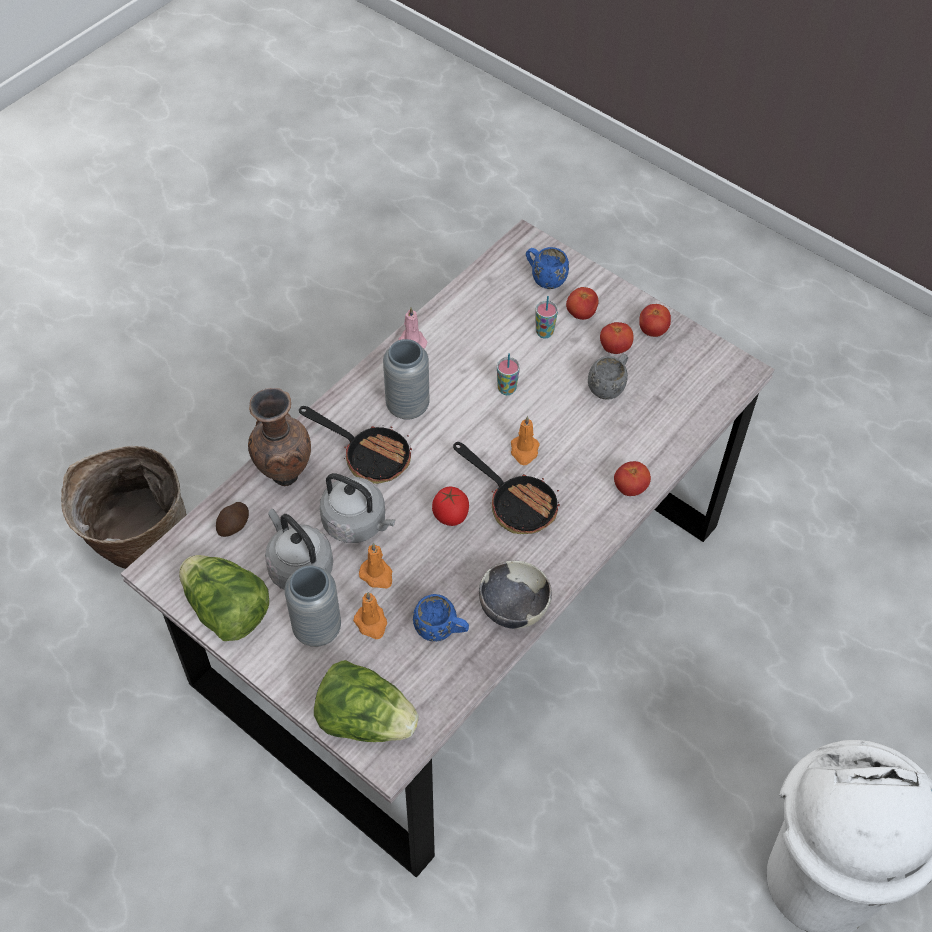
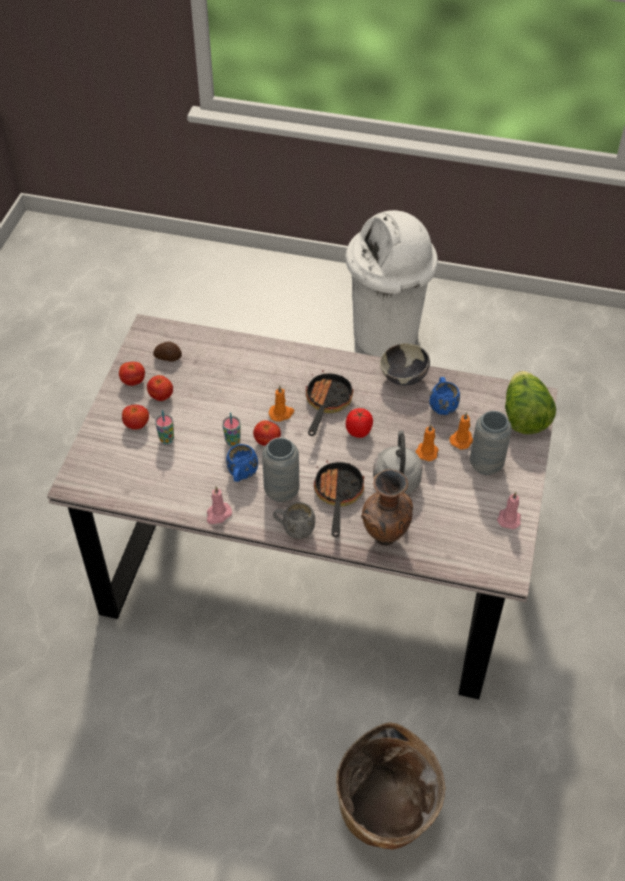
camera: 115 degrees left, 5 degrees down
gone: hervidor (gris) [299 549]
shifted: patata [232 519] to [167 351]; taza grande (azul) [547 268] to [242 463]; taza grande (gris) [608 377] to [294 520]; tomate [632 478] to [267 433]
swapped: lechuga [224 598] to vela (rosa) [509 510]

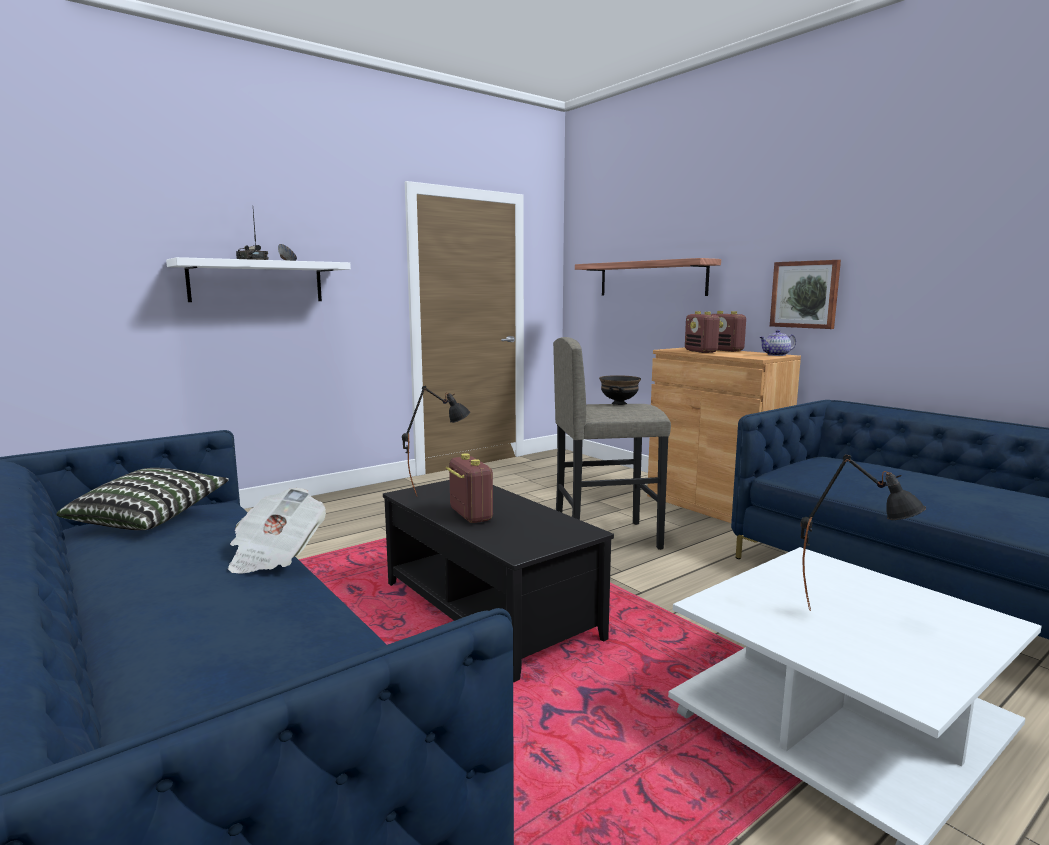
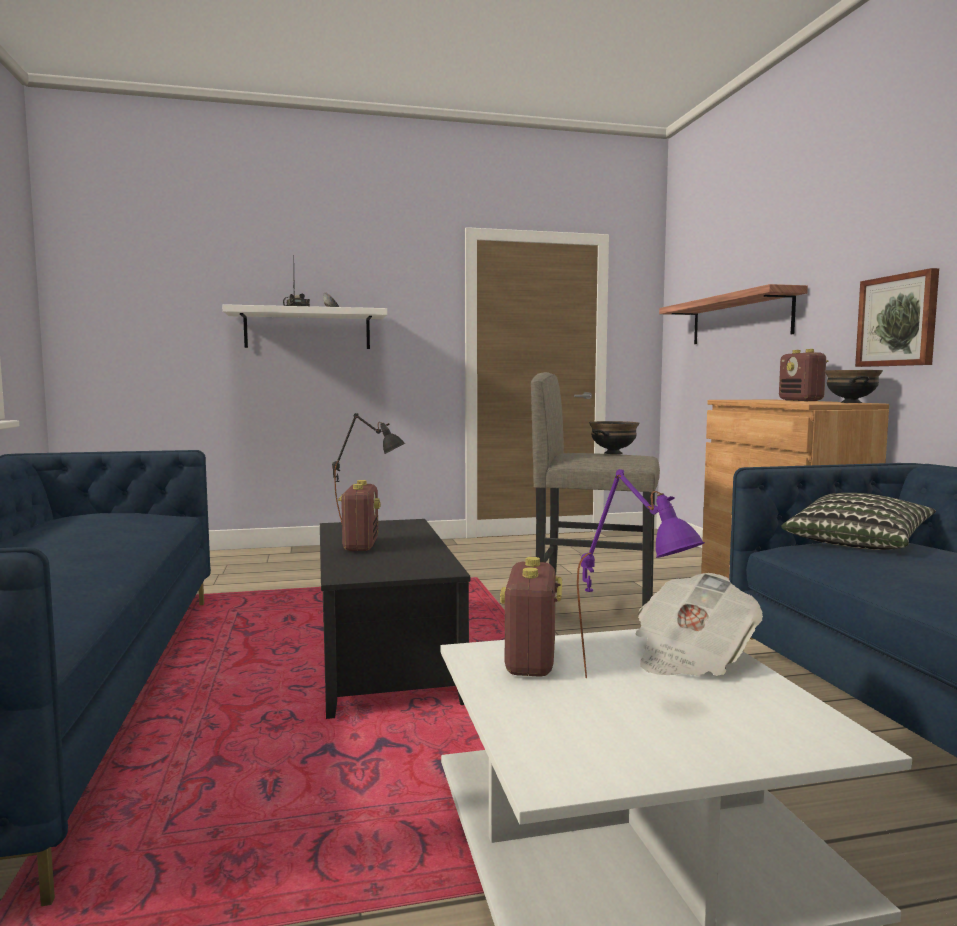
camera: 25 degrees right, 5 degrees down
shifted: cojín [142 499] to [859 521]; periódico [277 531] to [699 624]; radio [703 332] to [531 617]
swapped: tetera [777 343] to cuenco (negro) [854 386]
repainted: lámpara de mesa (negro) [863 533] to lámpara de mesa (morado) [641 573]

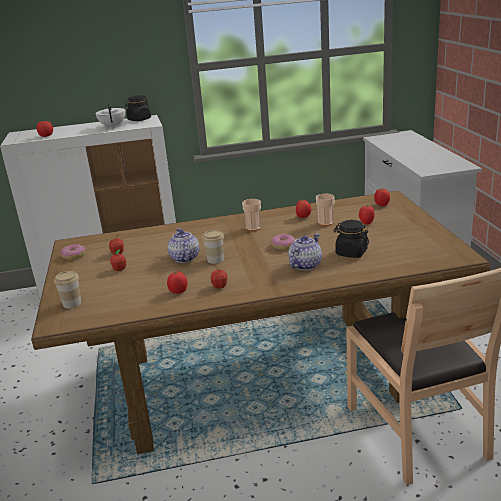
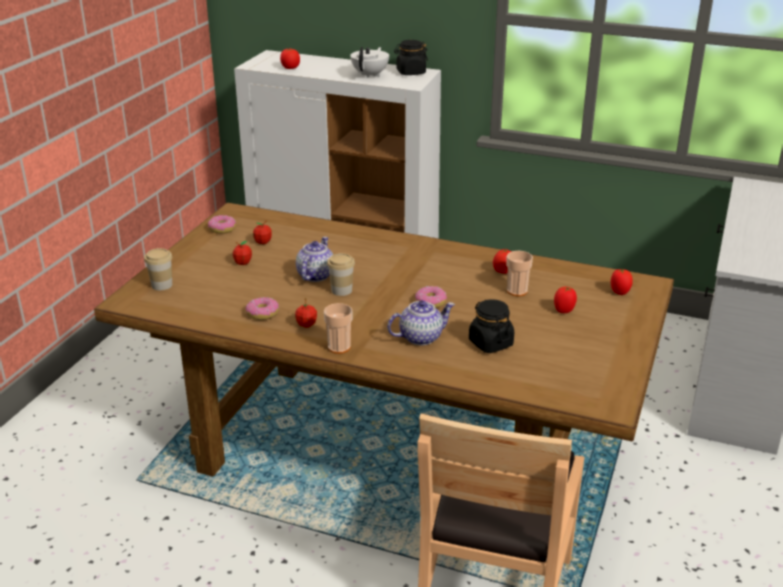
camera: 30 degrees right, 5 degrees up
shifted: taza [251 215] to [338 328]
swapped: tomate [177 282] to rosquilla [262 308]

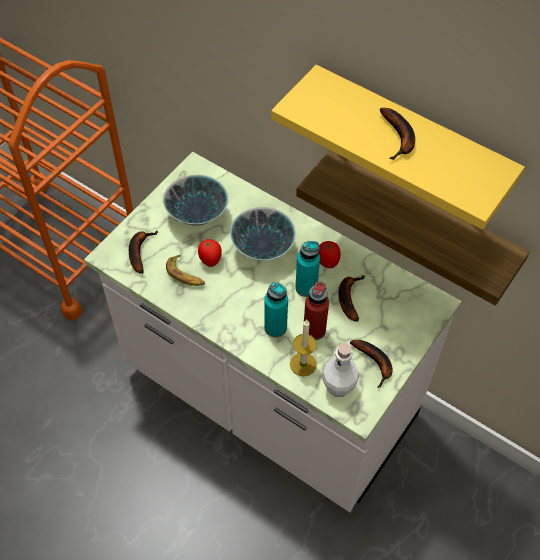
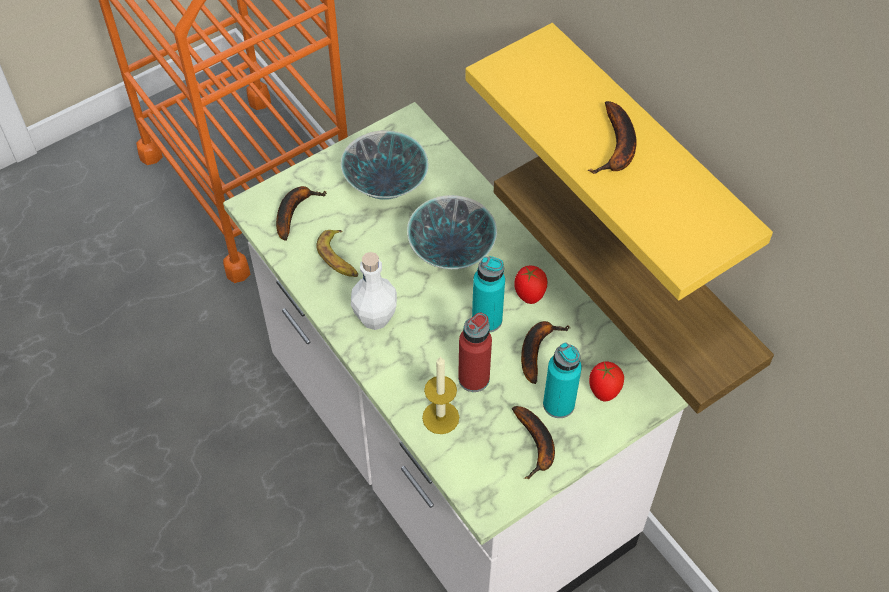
camera: 20 degrees right, 0 degrees up
shifted: tomate [210 253] to [606 382]; botella (turquesa) [276 309] to [562 380]; botella (blanco) [340 370] to [374 291]

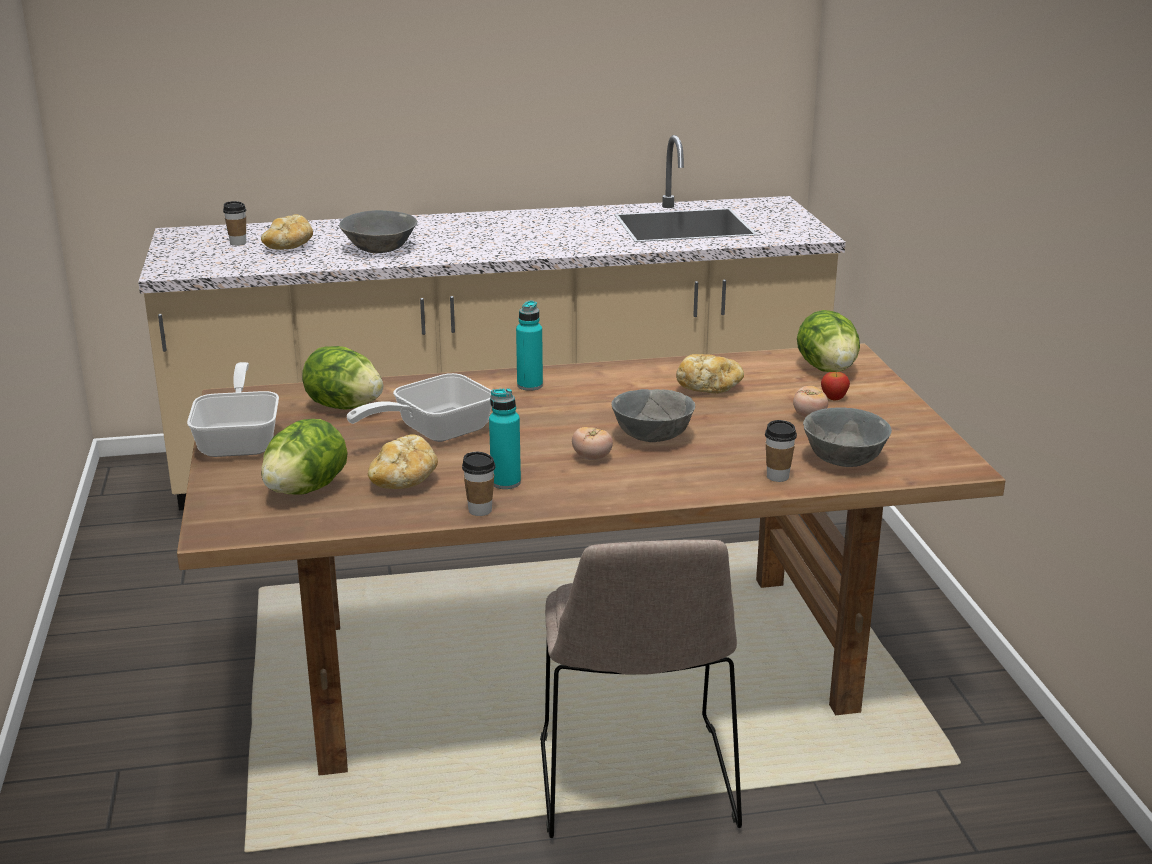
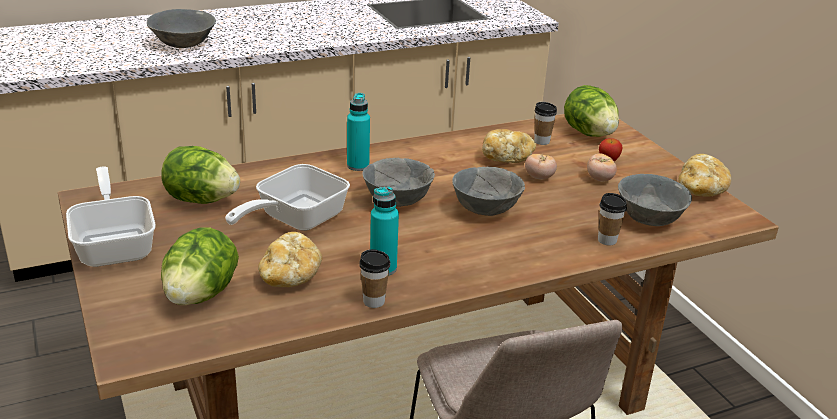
camera: 15 degrees left, 5 degrees up
new: cuenco (gris) [398 182]
shifted: taza [234 223] to [545 123]; pan [287 232] to [704 175]; tomate [592 443] to [541 167]

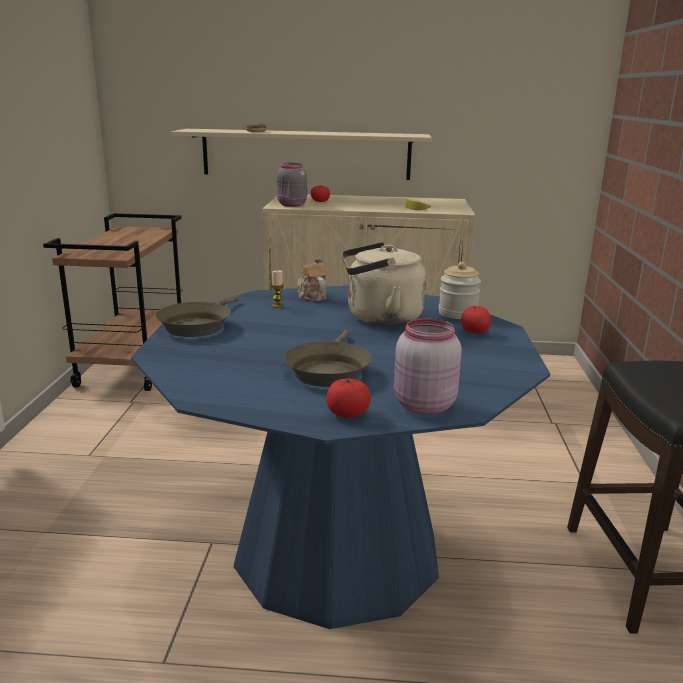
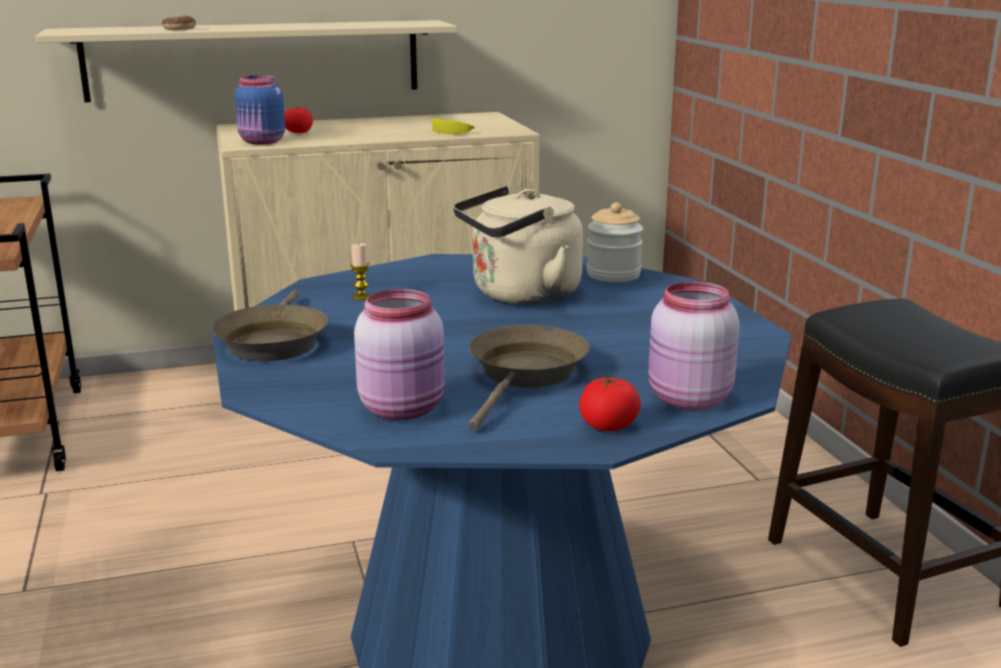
camera: 20 degrees left, 0 degrees up
gone: tetera [312 278]; tomate [476 319]
new: tarro (rosa) [399 354]
repainted: tarro (gris) [292 185] to tarro (azul) [260 109]
rotated: sartén (marrón) [328 358] = [529 377] 150 degrees counterclockwise

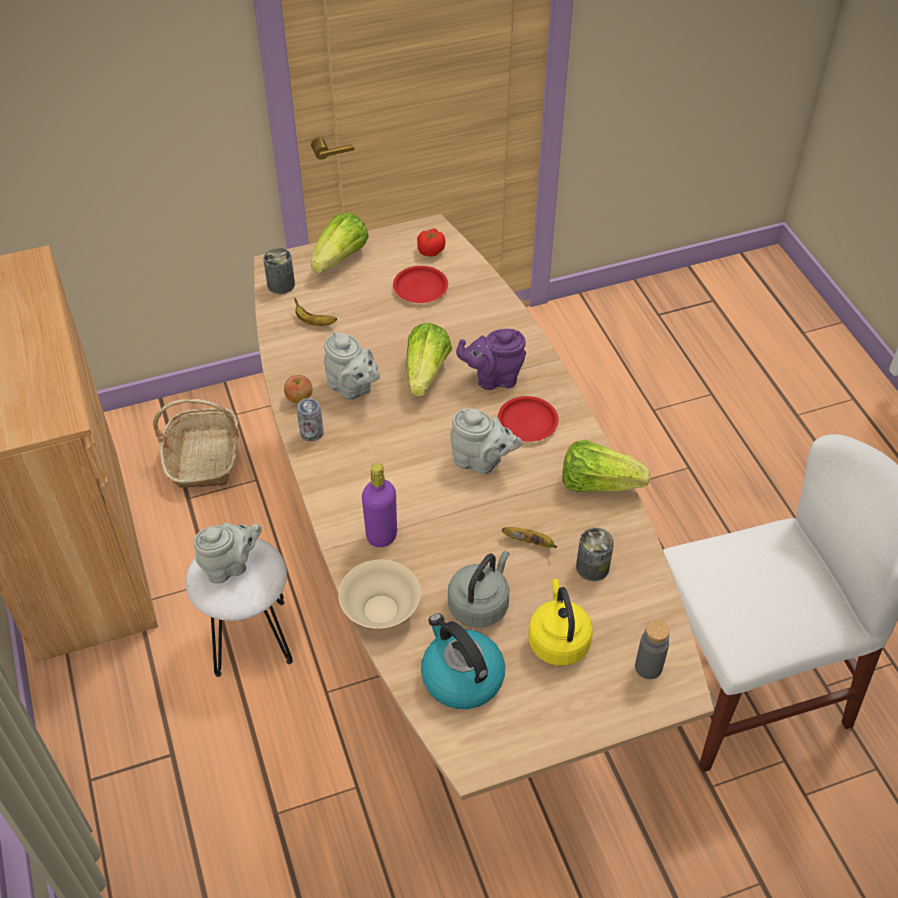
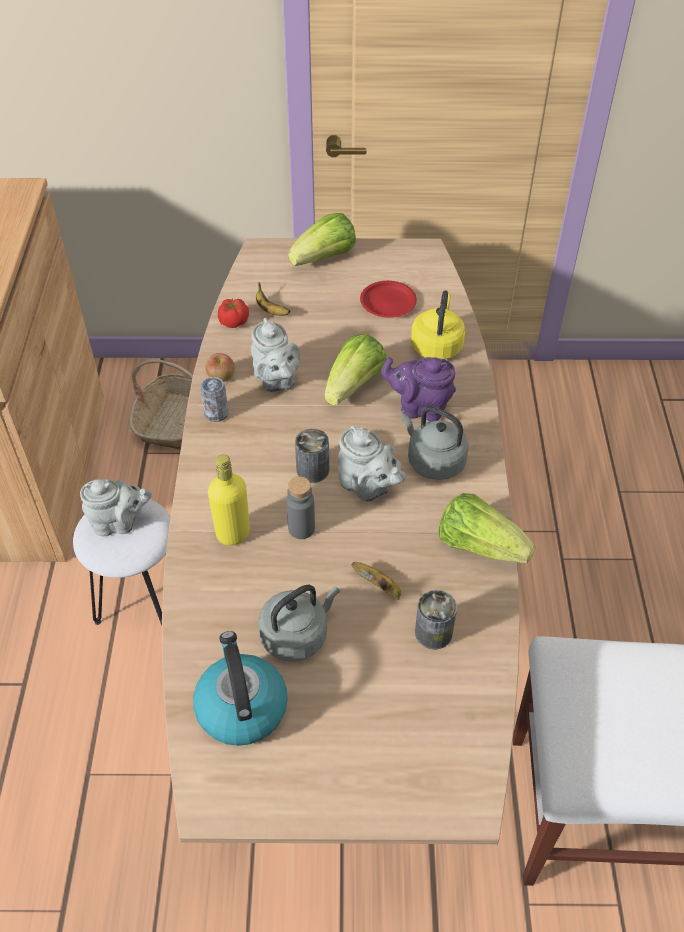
camera: 20 degrees right, 0 degrees up
gone: cuenco (beis) [380 594]
shifted: lata [279 271] to [312 455]; tomate [431 242] to [233 313]; hervidor (amarillo) [560 622] to [438 325]; botella (gris) [652 649] to [300 508]
swapped: plato (rojo) [528 419] to hervidor (gris) [434 443]
repainted: botella (morado) [379 505] to botella (amarillo) [229 500]

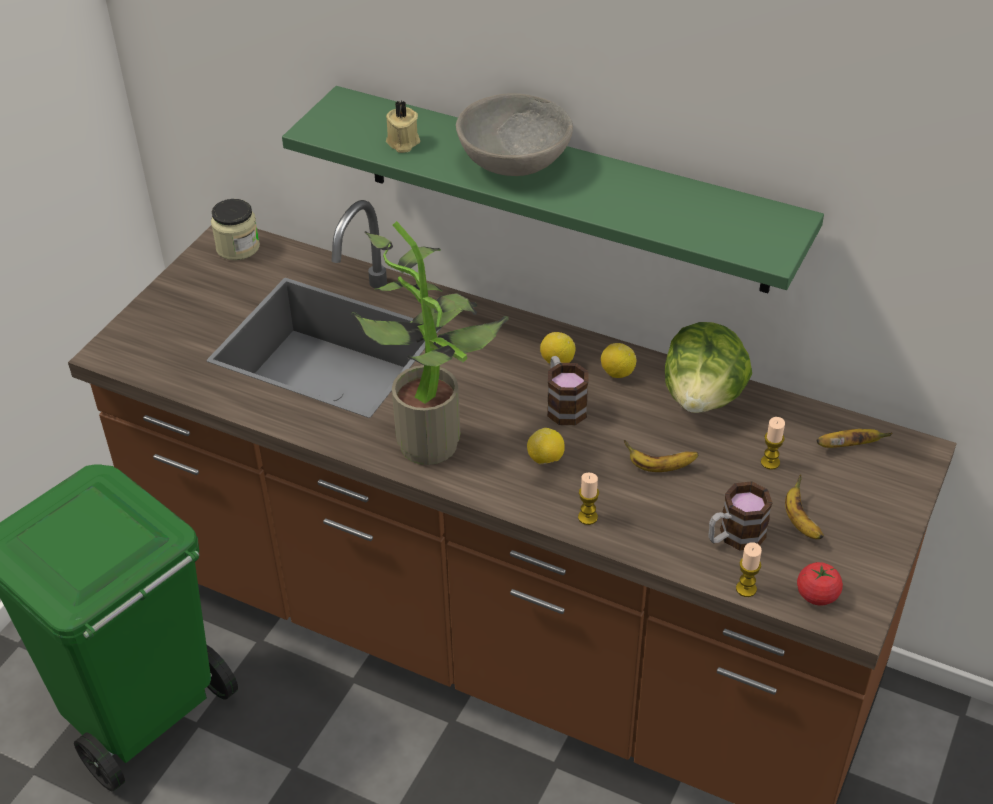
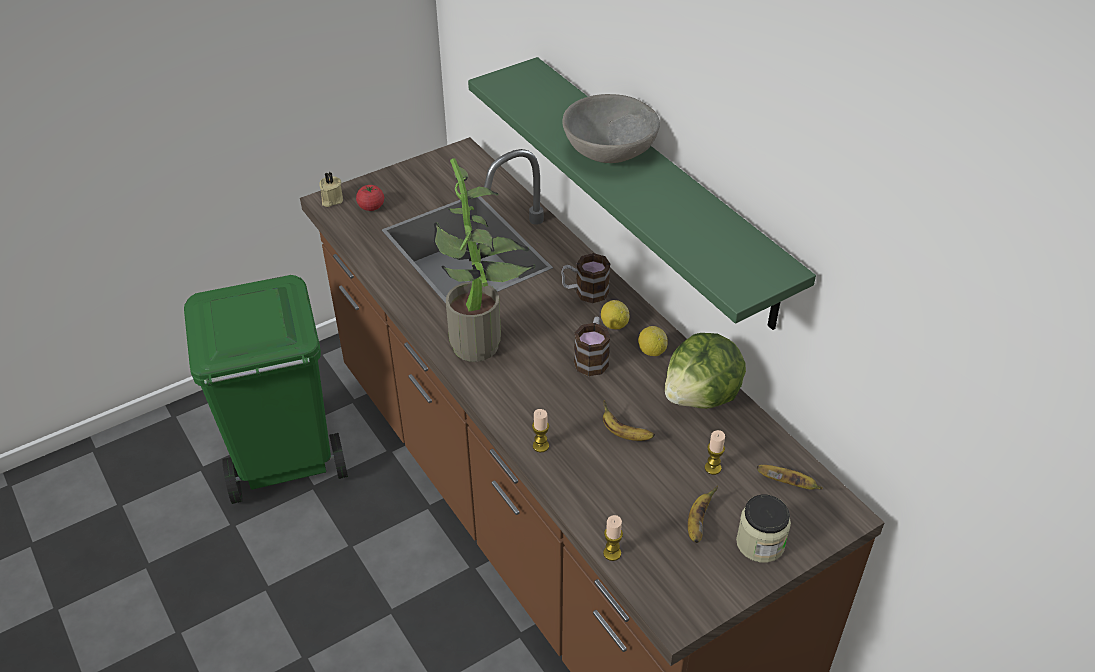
camera: 30 degrees right, 0 degrees up
gone: limón [546 446]
shifted: tarro [235 229] to [763 529]; vela (beis) [403 127] to [331 189]; taza grande [740 515] to [585 278]; tomate [820 584] to [370 198]

